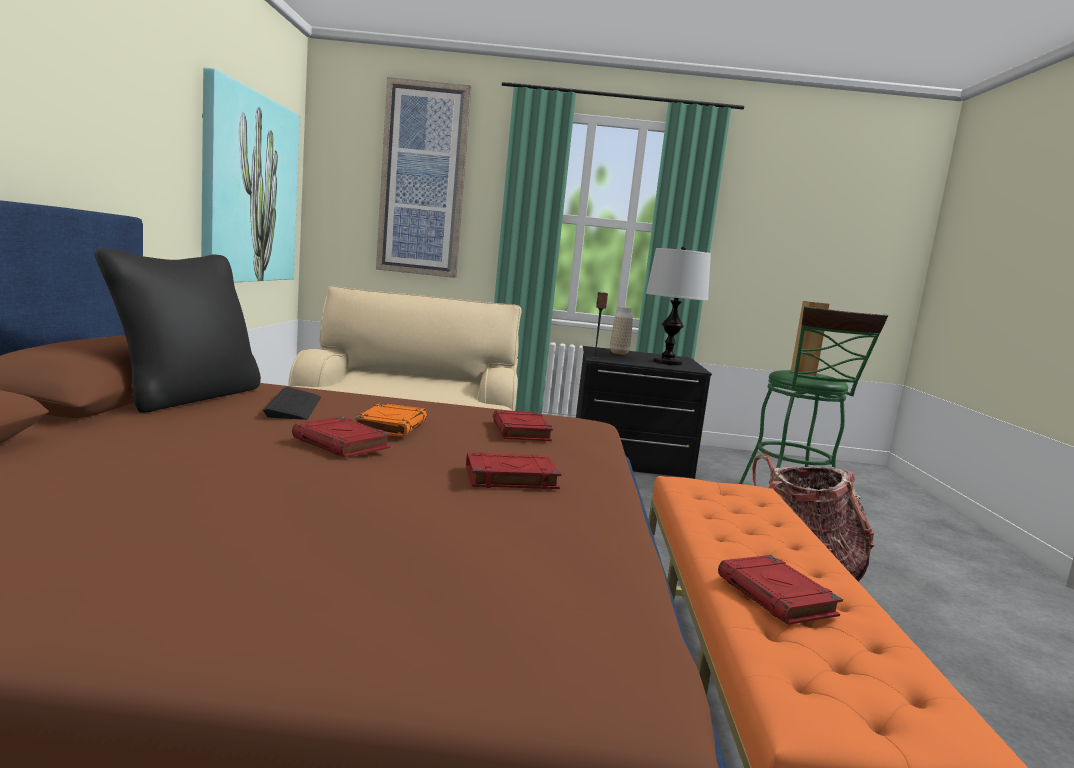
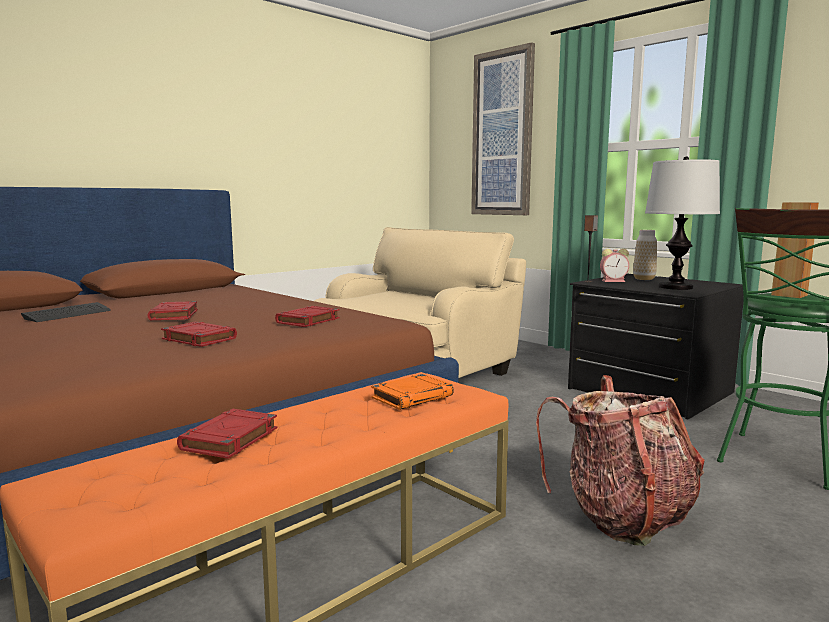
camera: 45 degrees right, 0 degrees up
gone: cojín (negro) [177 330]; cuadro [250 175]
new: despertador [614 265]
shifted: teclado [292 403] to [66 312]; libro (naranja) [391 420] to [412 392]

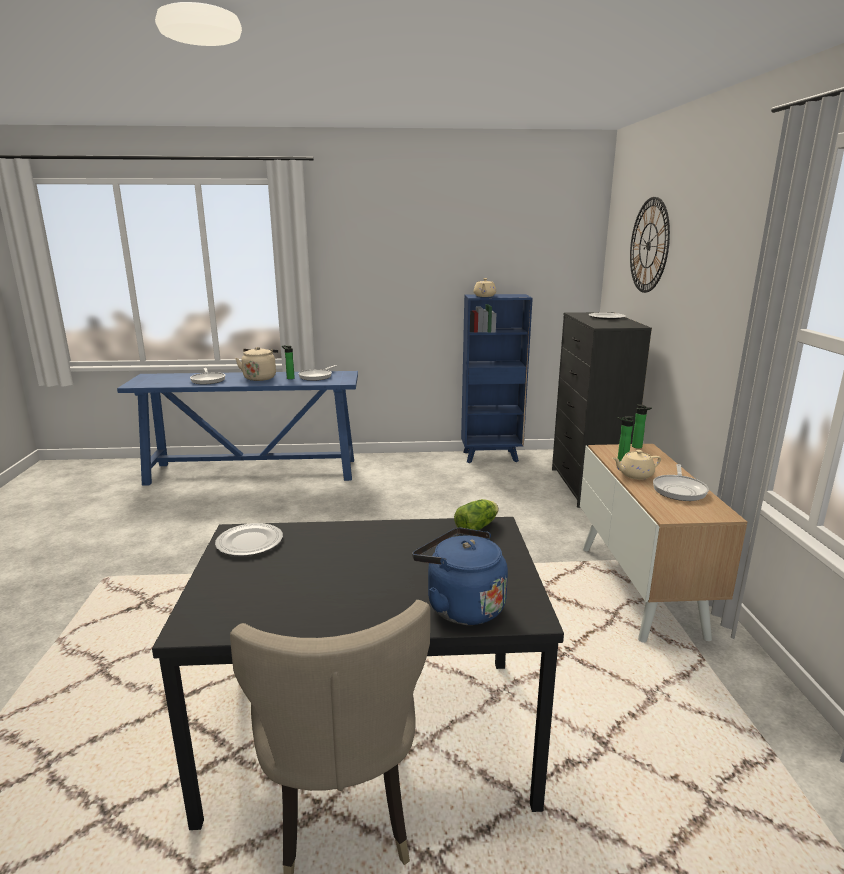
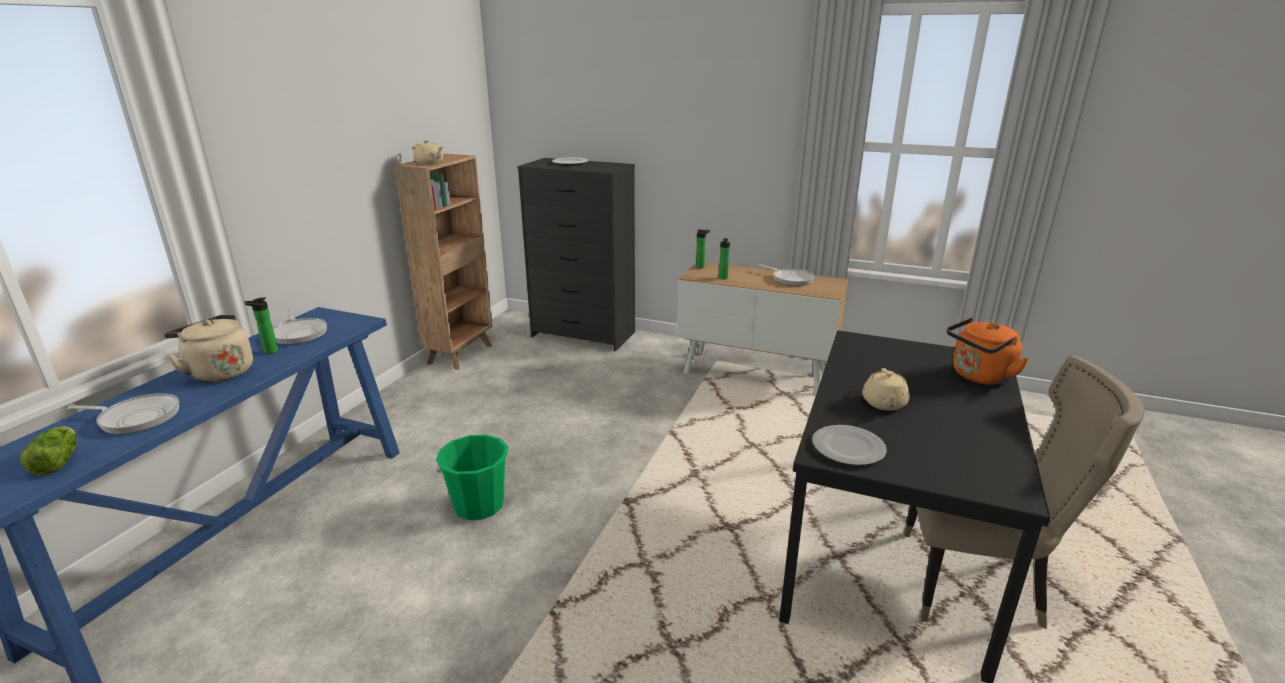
camera: 65 degrees left, 5 degrees up
gone: reloj de pared [650 245]
new: cubo (verde) [471 477]
shifted: lechuga [476 514] to [48 451]; tetera (beis) [636 465] to [886 389]
repainted: hervidor (azul) [460 576] to hervidor (naranja) [988 351]; estantería (azul) [497 378] to estantería (marrón) [443 262]

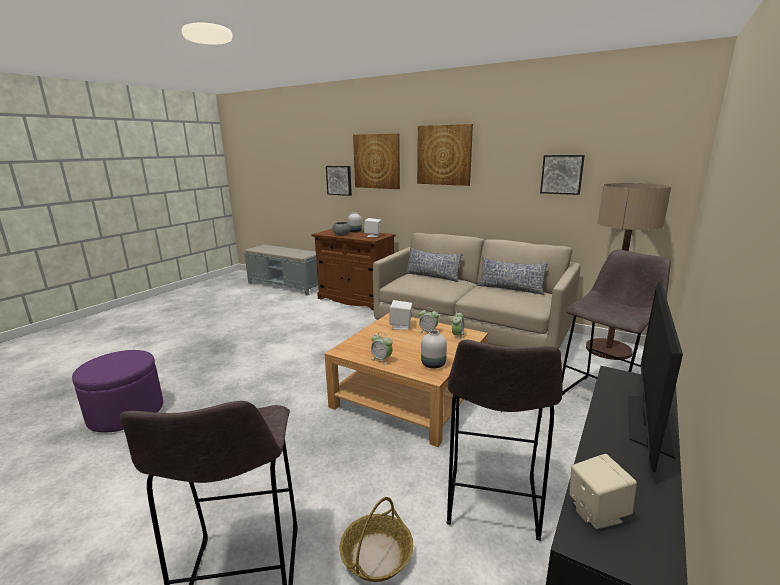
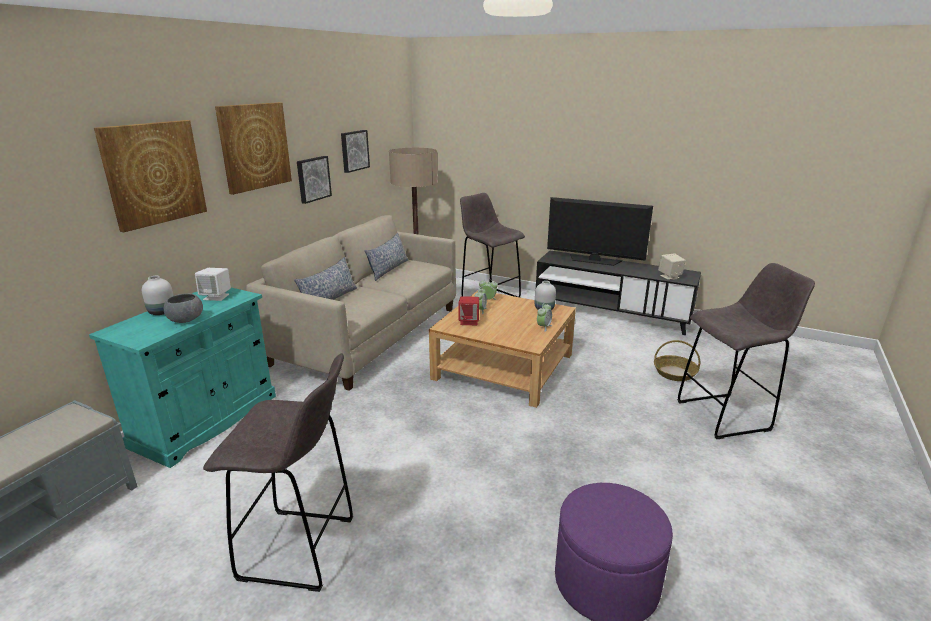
camera: 95 degrees left, 5 degrees up
shifted: cuadro [339 181] to [314 180]; taburete (gris) [504 440] to [278 472]
repainted: armario (marrón) [353 269] to armario (turquesa) [182 378]; altavoz (blanco) [400 315] to altavoz (rojo) [468 310]

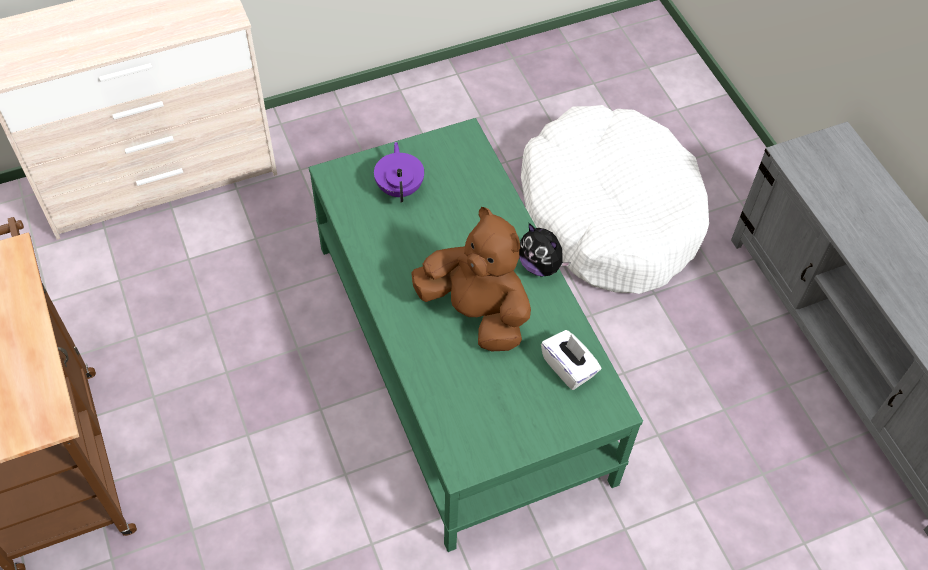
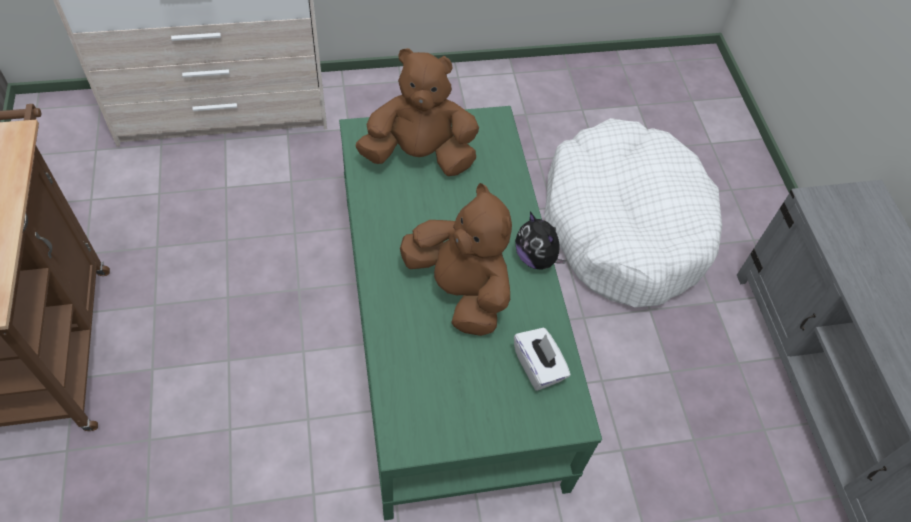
camera: 10 degrees right, 0 degrees up
swapped: tetera (morado) [399 172] to peluche (marrón) [417 112]

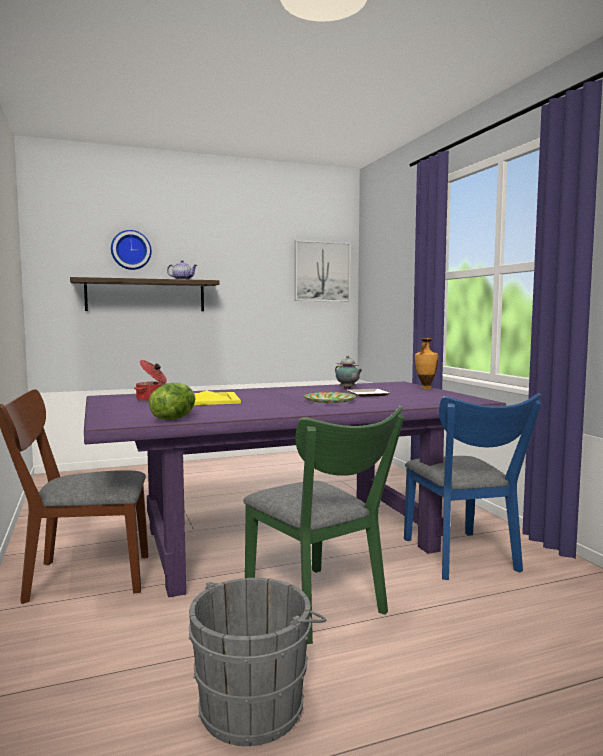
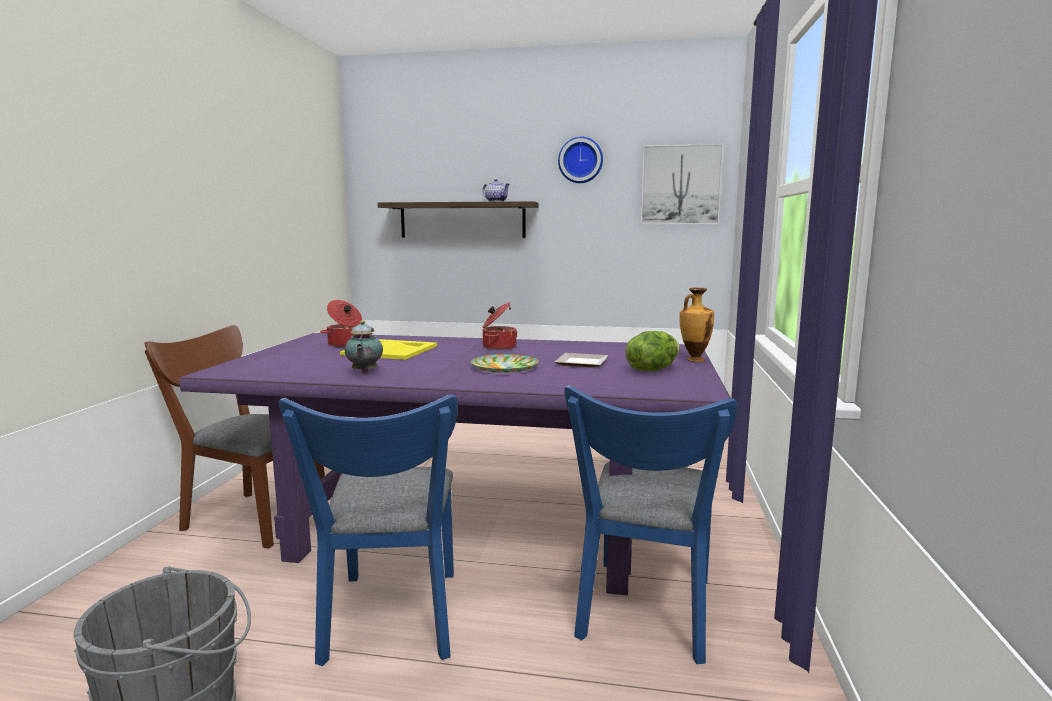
camera: 30 degrees right, 5 degrees up
new: olla [500 326]
shifted: reloj de pared [131 250] to [580 160]; lechuga [172 401] to [652 351]; tetera [349 372] to [364 346]
repainted: silla (verde) [323 525] to silla (azul) [368 530]

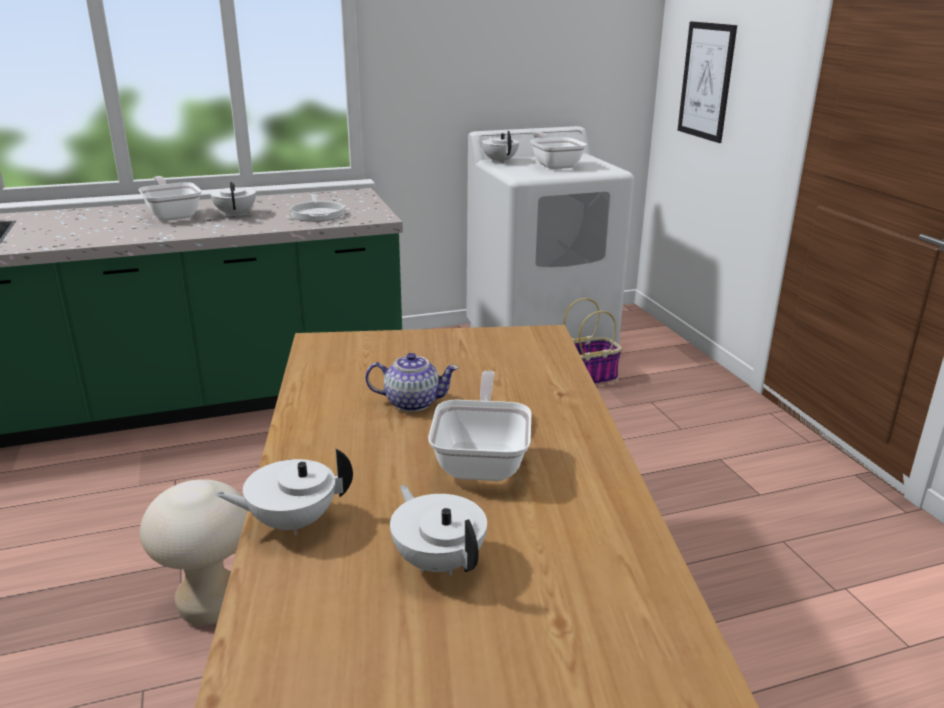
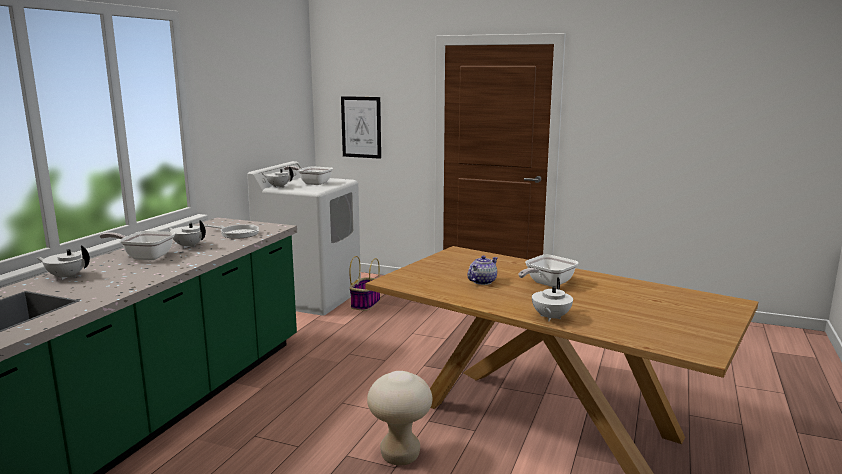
camera: 50 degrees left, 10 degrees down
shifted: tetera (blanco) [438 530] to [63 262]
rotated: sartén [480 426] = [548 270] 90 degrees counterclockwise

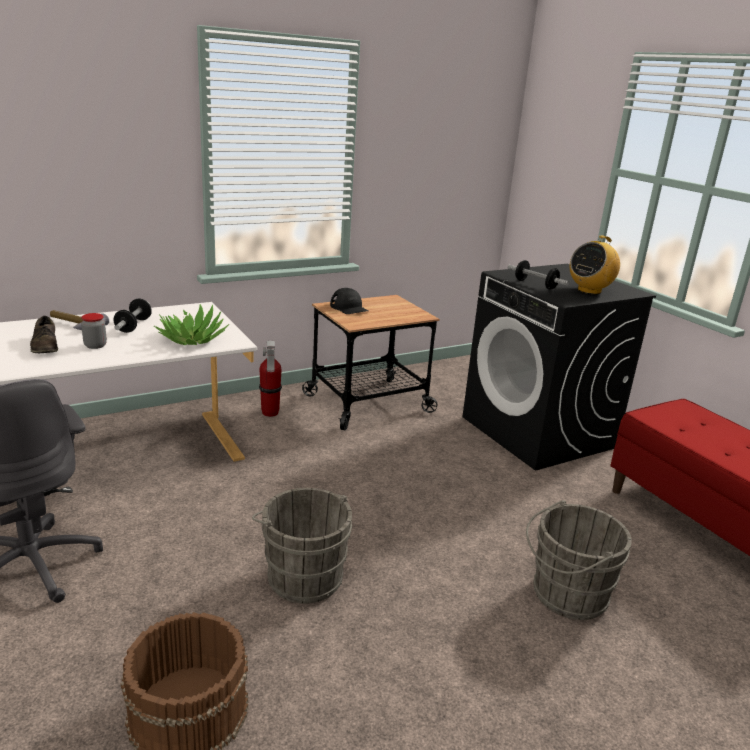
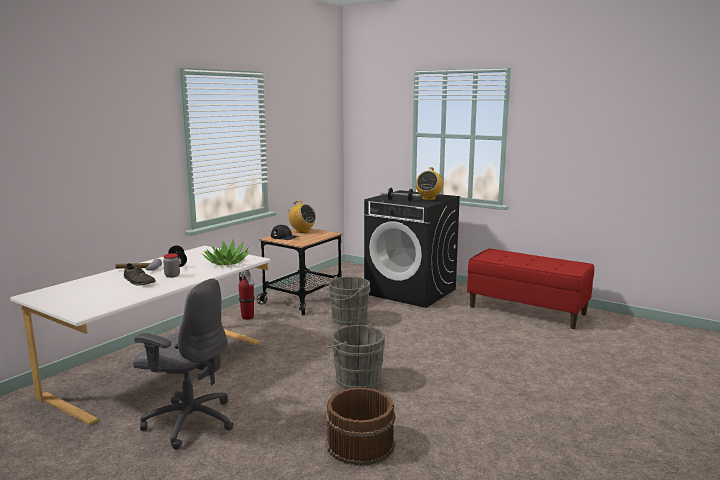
camera: 25 degrees left, 10 degrees down
new: radio [301 217]
shifted: cubo (gris) [579 560] to [346 301]

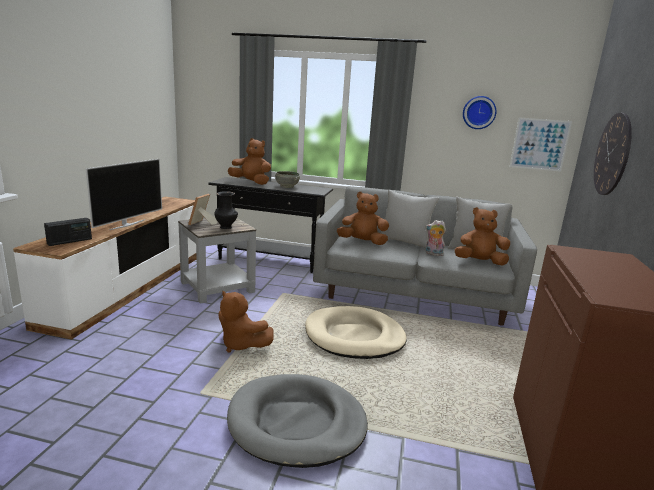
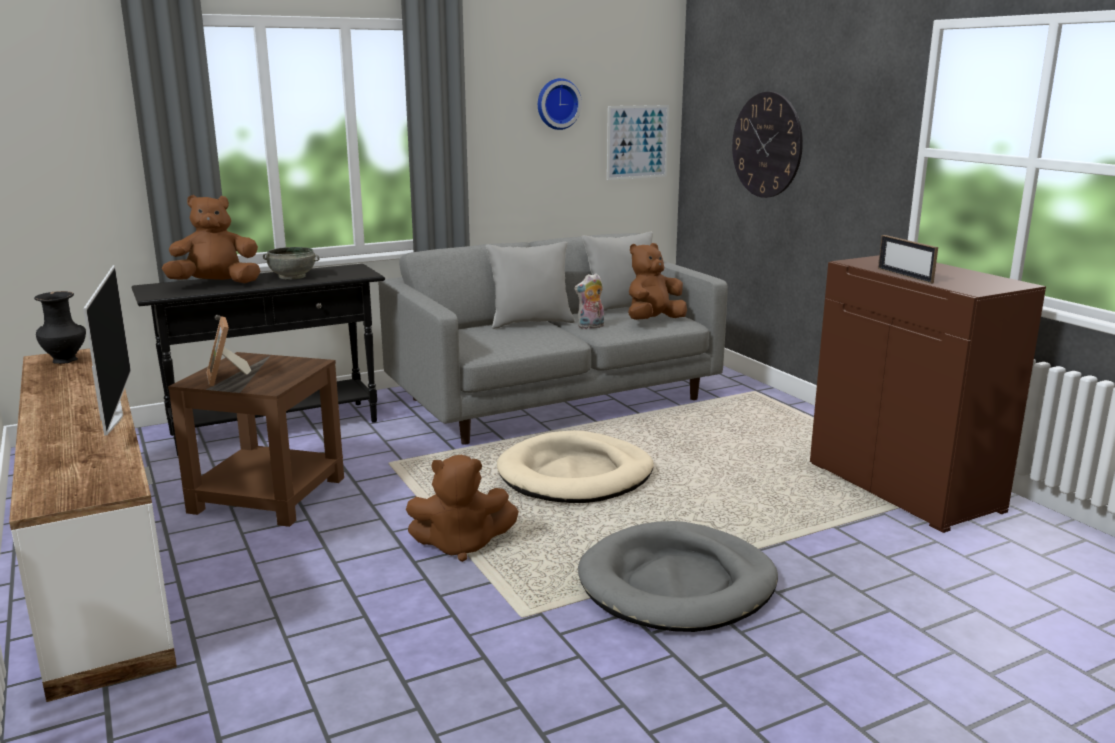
camera: 40 degrees left, 0 degrees up
gone: radio [68 232]; peluche (marrón) [363 218]
new: portarretratos [908 259]
shifted: florero (negro) [226 210] to [60 327]
repainted: mesa auxiliar (gris) [217 261] to mesa auxiliar (marrón) [256 439]

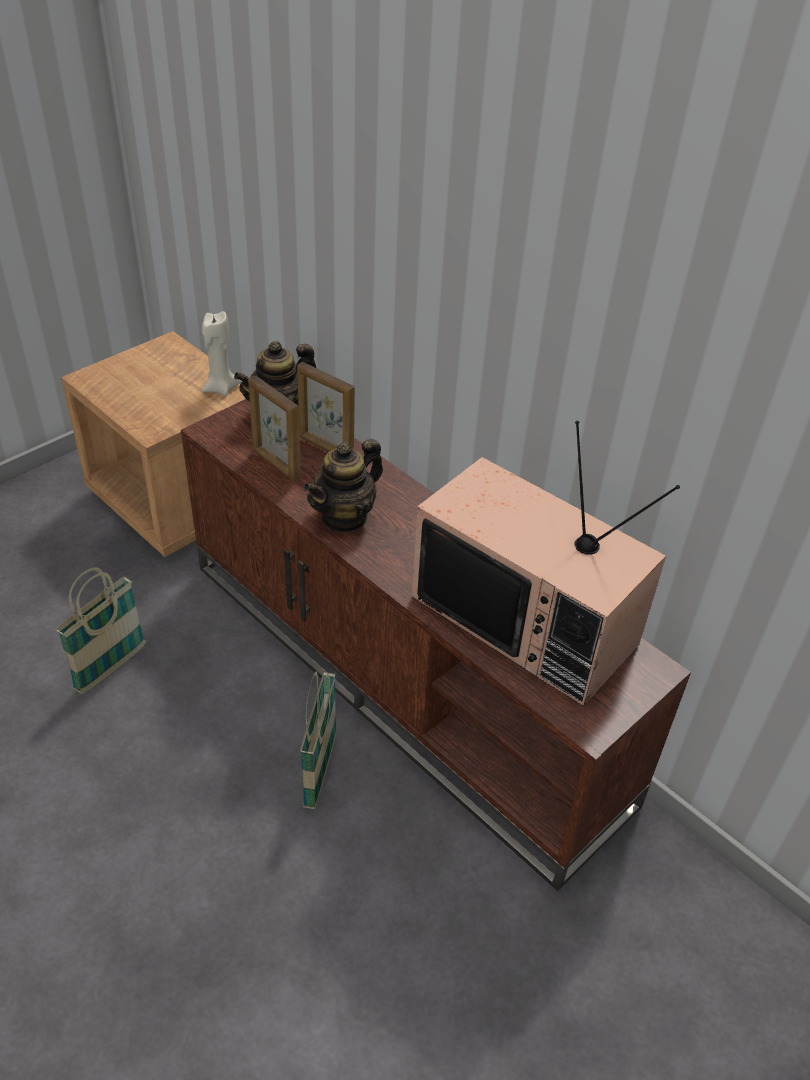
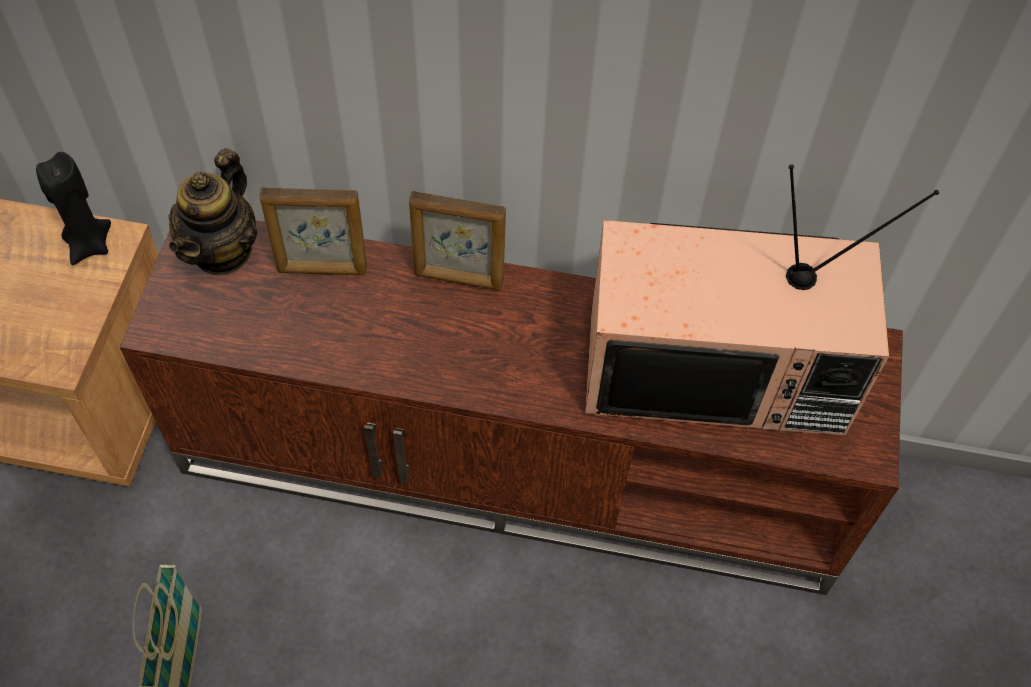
camera: 35 degrees left, 15 degrees up
gone: cesta [318 740]; tetera [343 486]
shifted: portarretratos [274 428] to [457 240]
repainted: vela (beis) [221 353] to vela (negro) [73 208]

